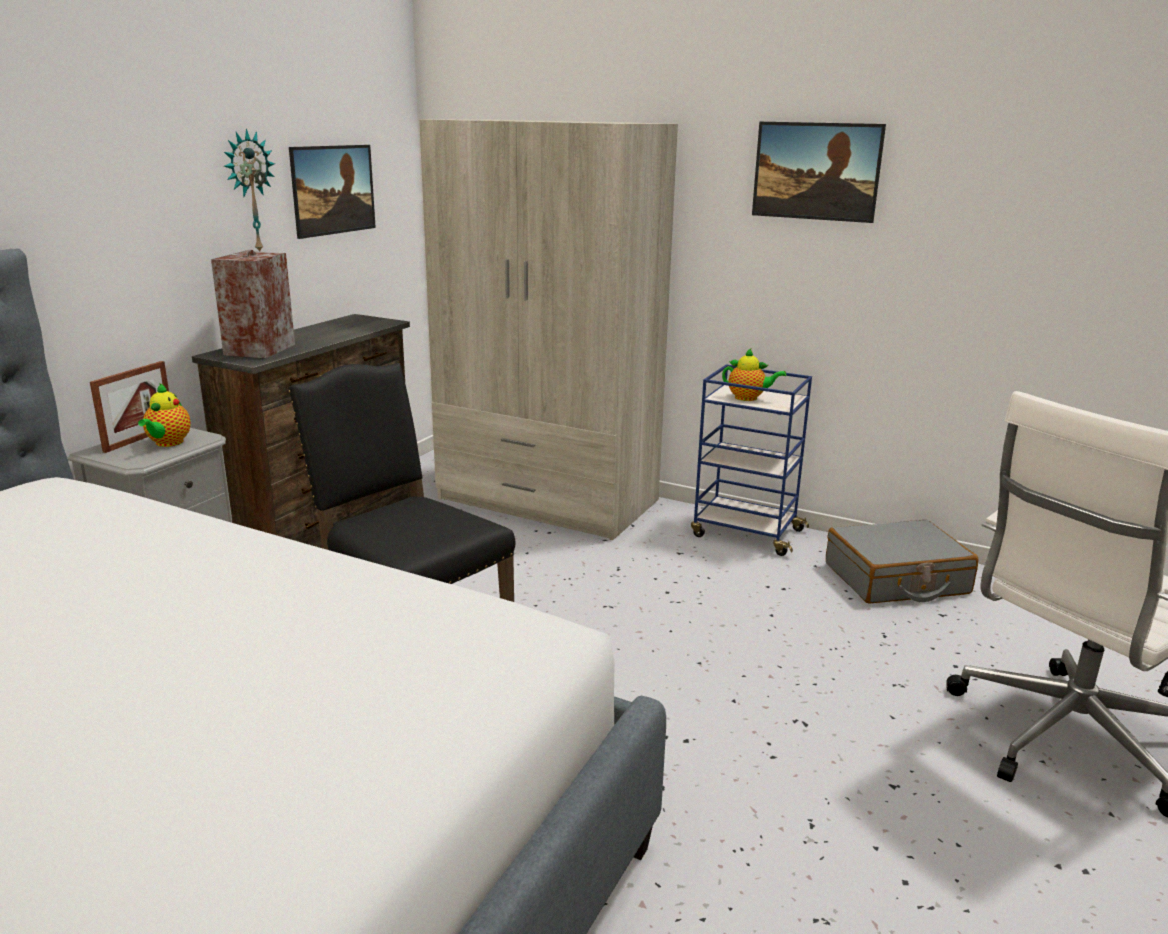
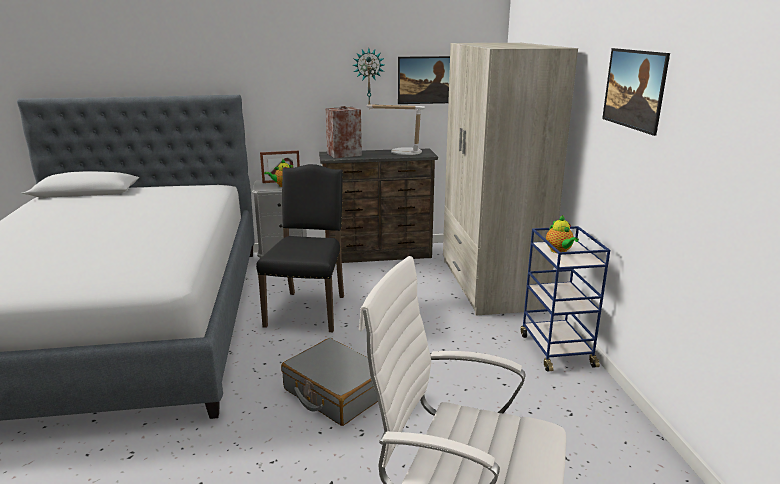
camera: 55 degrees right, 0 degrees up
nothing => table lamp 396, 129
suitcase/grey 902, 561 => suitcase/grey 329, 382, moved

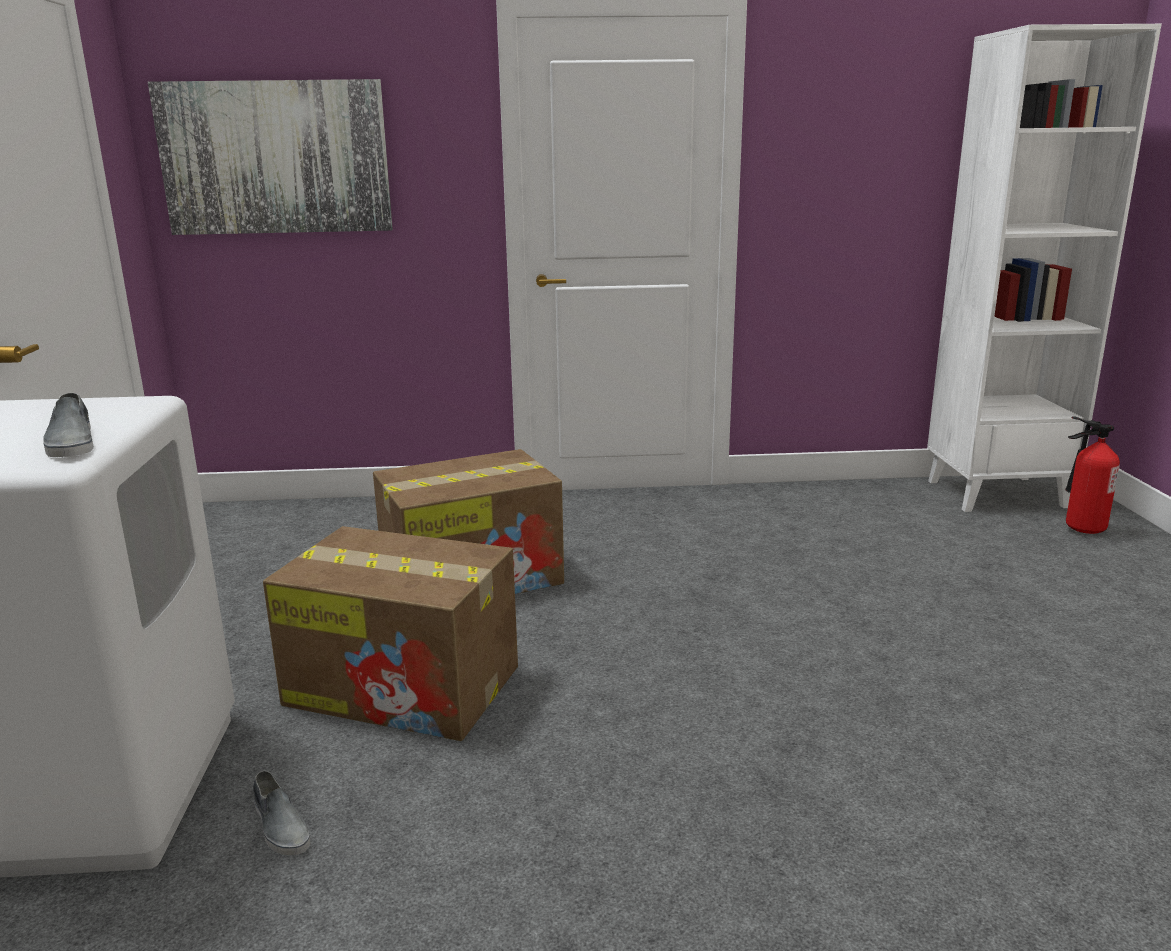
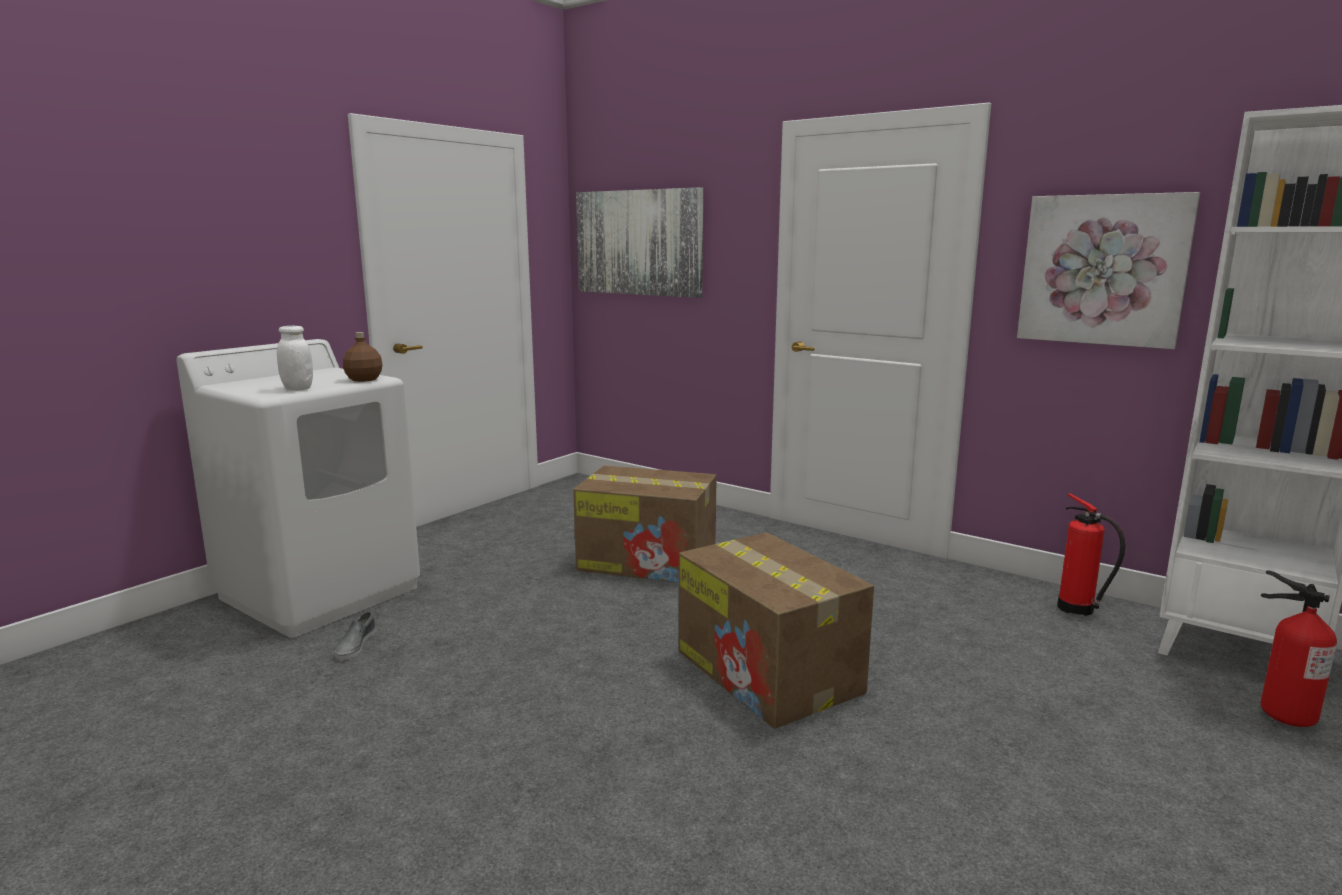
camera: 40 degrees right, 5 degrees down
nothing => bottle/brown 362, 357
nothing => picture 1108, 270
nothing => fire extinguisher 1091, 554
cardboard box 390, 633 => cardboard box 776, 630, moved
shoe/grey 68, 425 => jar/white 295, 358

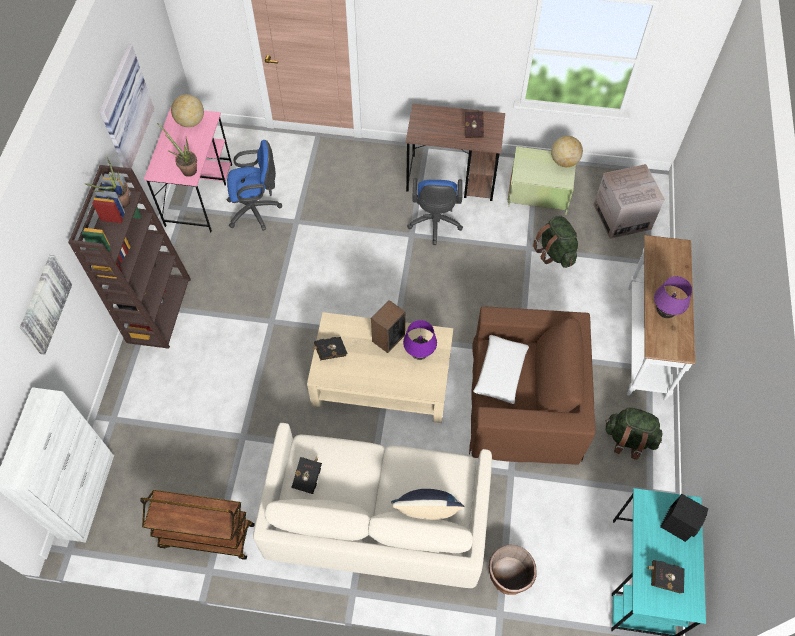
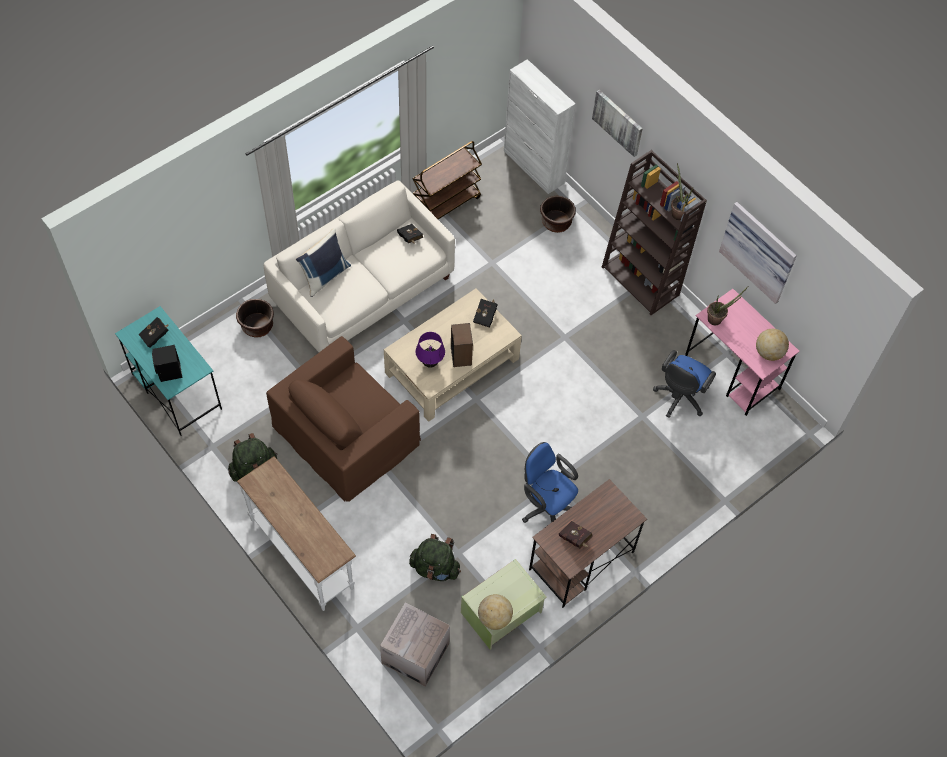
camera: 130 degrees right, 0 degrees up
pillow/white 501, 369 => nothing
table lamp/purple 673, 297 => nothing
nothing => planter/brown 558, 214

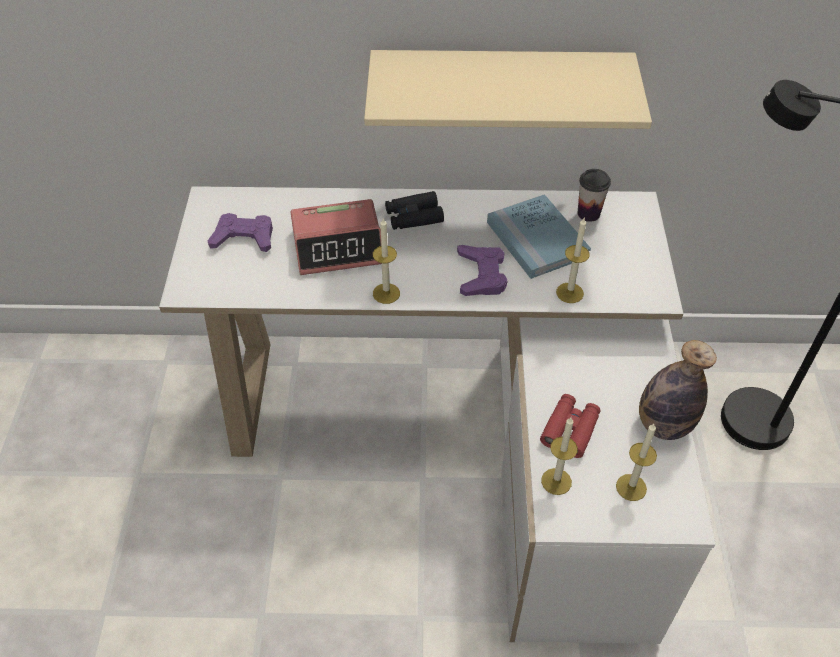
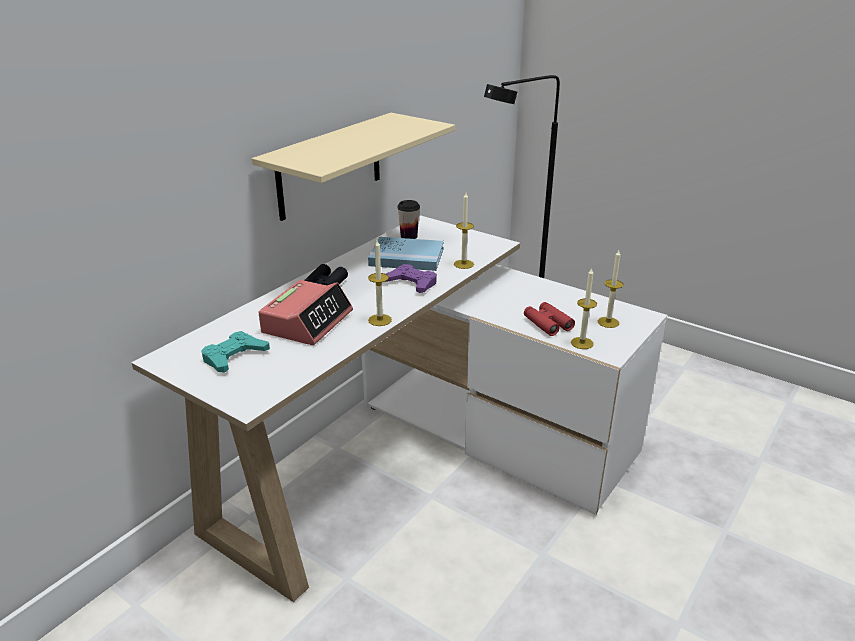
camera: 55 degrees left, 20 degrees down
bottle 678, 390 => nothing
game controller/purple 240, 232 => game controller/turquoise 235, 352

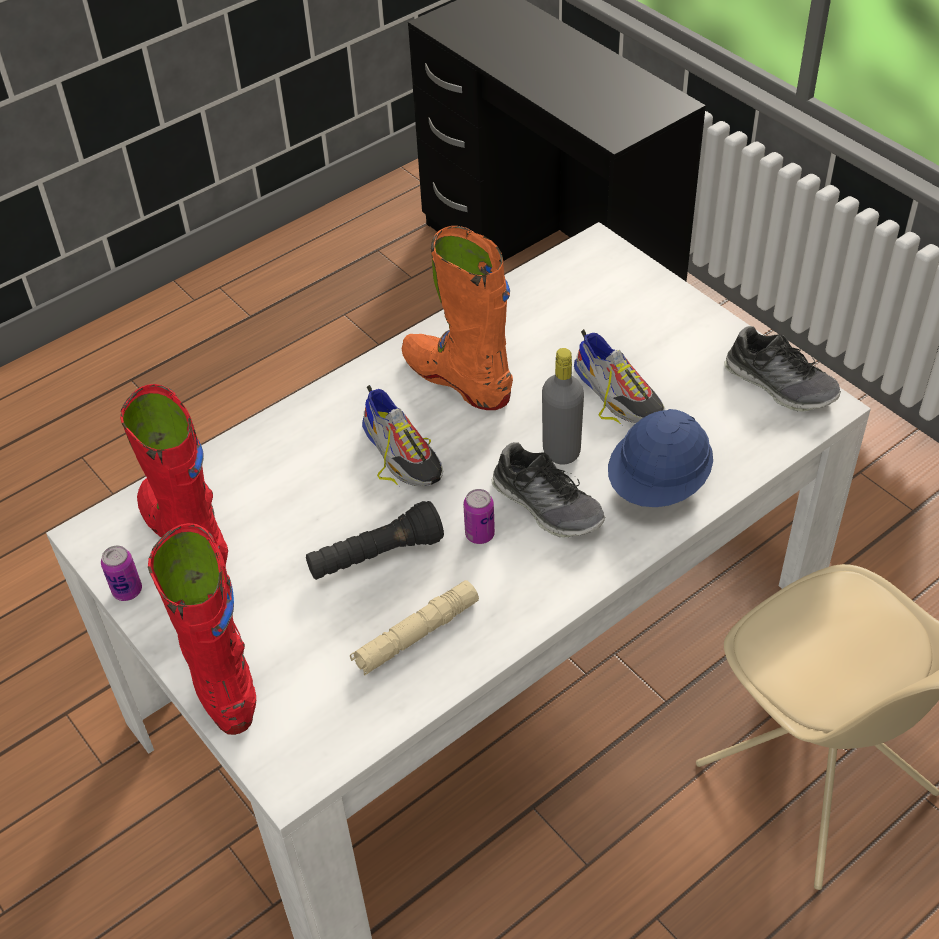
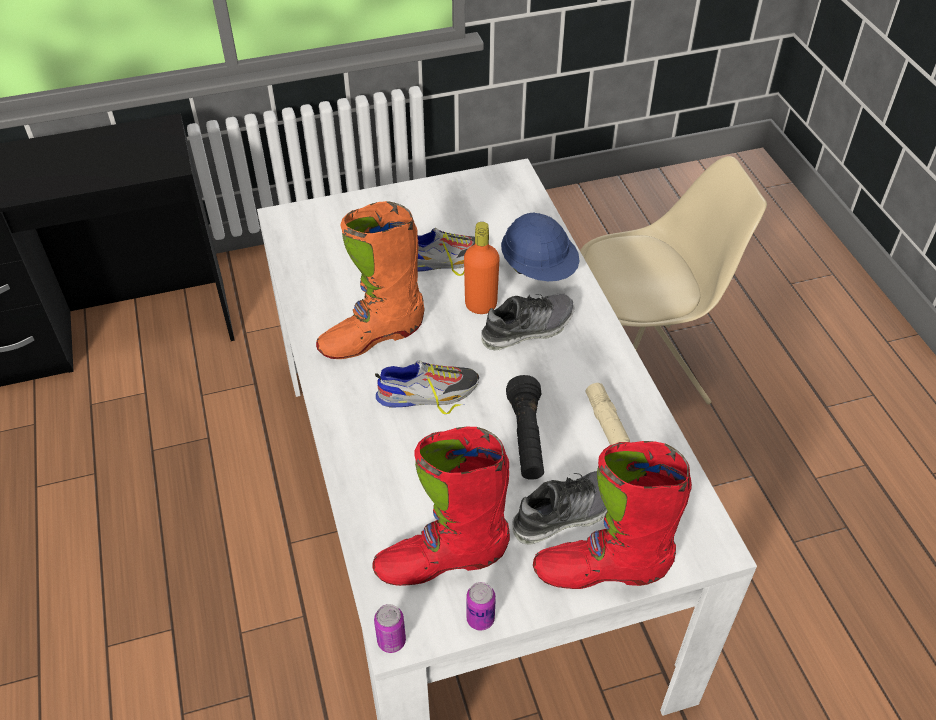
camera: 70 degrees left, 0 degrees up
can 479, 516 => can 390, 628, moved
shoe 782, 369 => shoe 560, 508, moved
bottle/grey 563, 406 => bottle/orange 482, 268

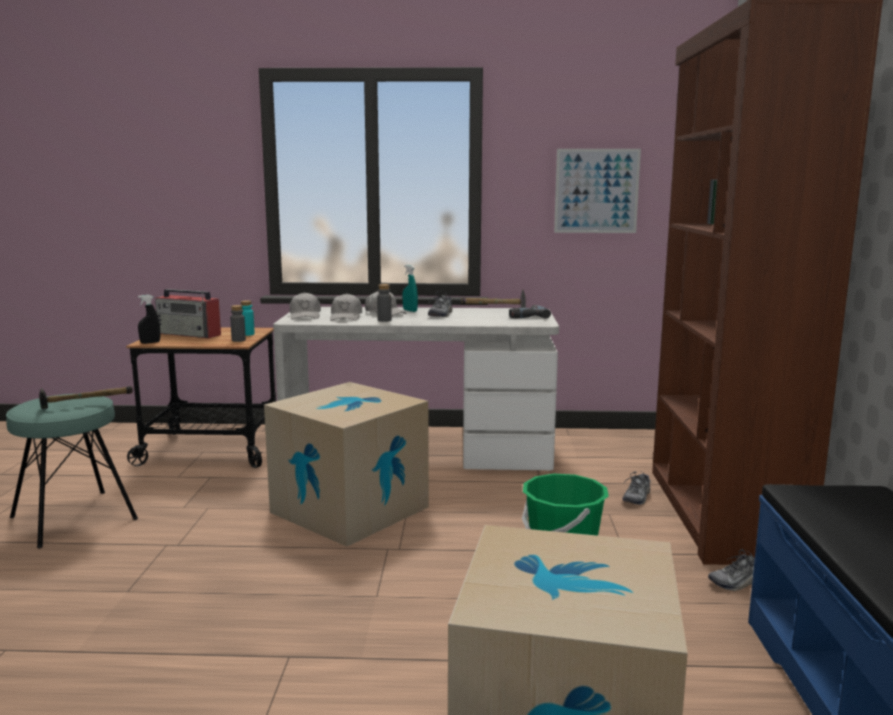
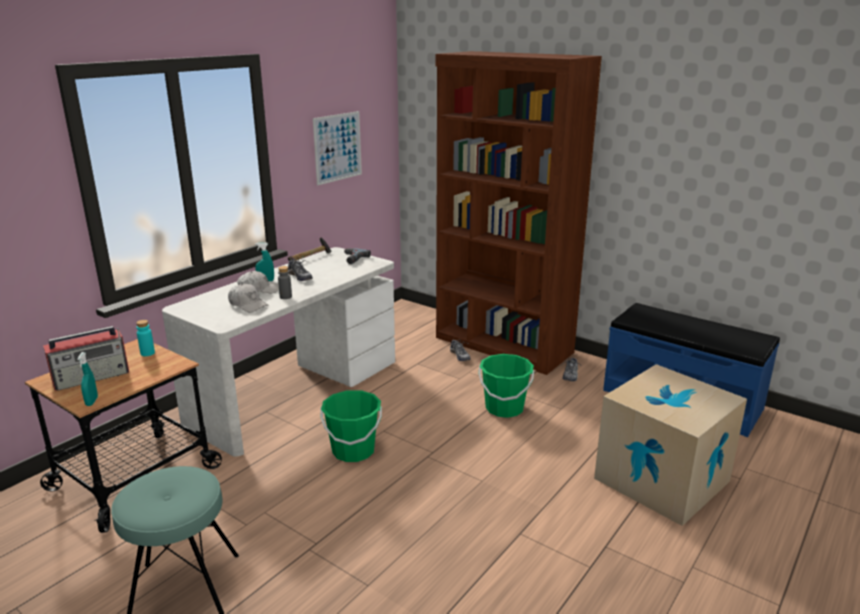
camera: 55 degrees left, 10 degrees up
hammer 86, 397 => nothing
bottle/grey 238, 323 => nothing
cap/white 305, 306 => nothing
cardboard box 346, 464 => bucket/green 351, 426
spray bottle/black 149, 319 => spray bottle/turquoise 87, 379

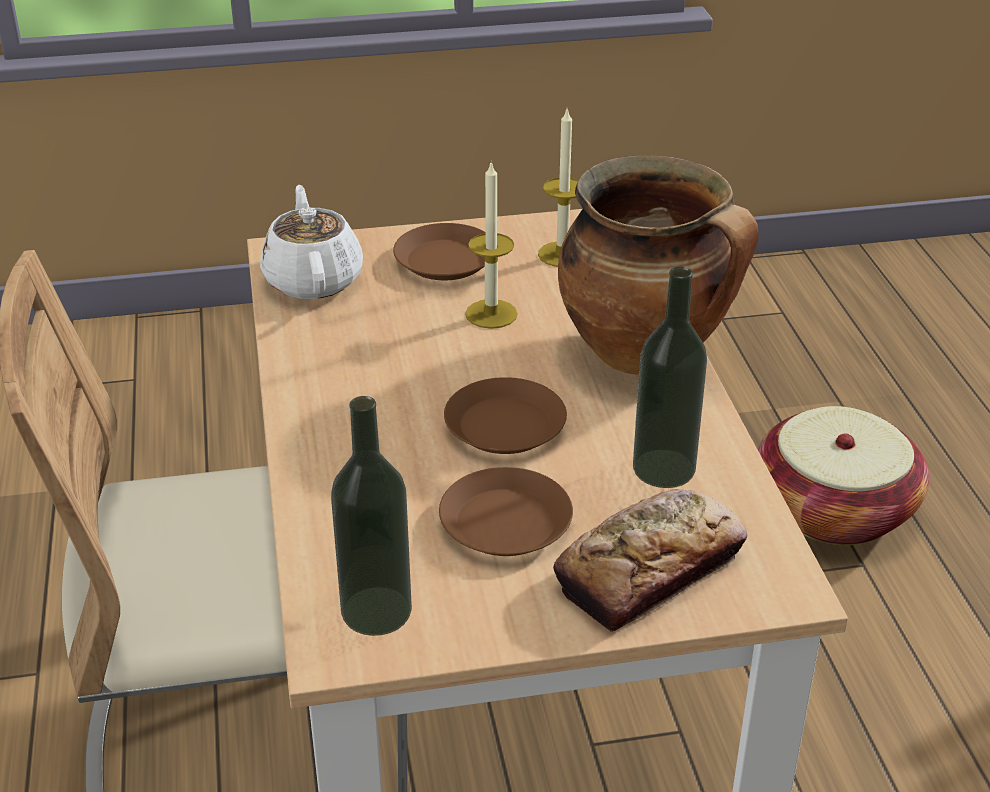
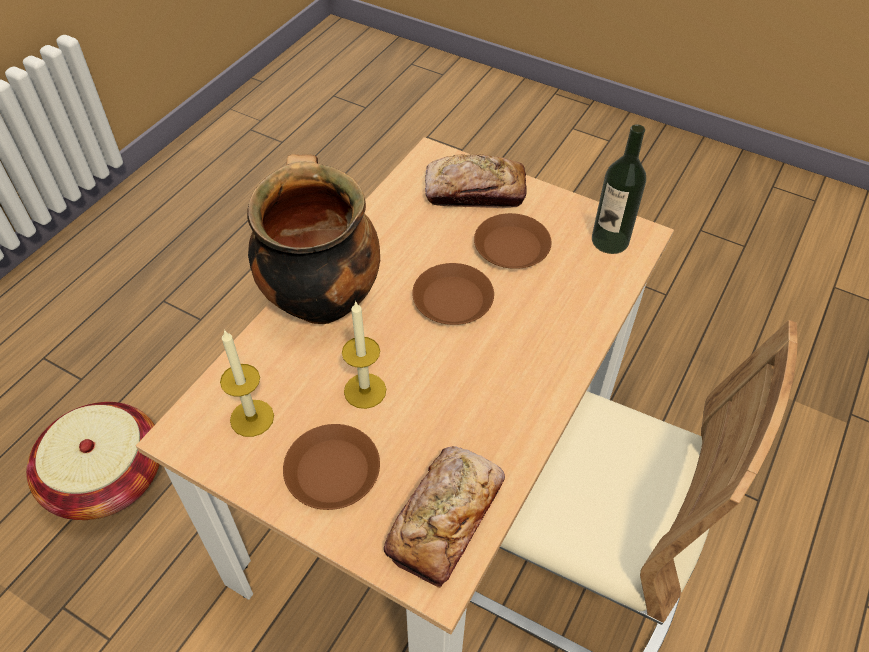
camera: 140 degrees left, 15 degrees up
bottle 670, 377 => nothing
teapot/white 311, 242 => bread 444, 517

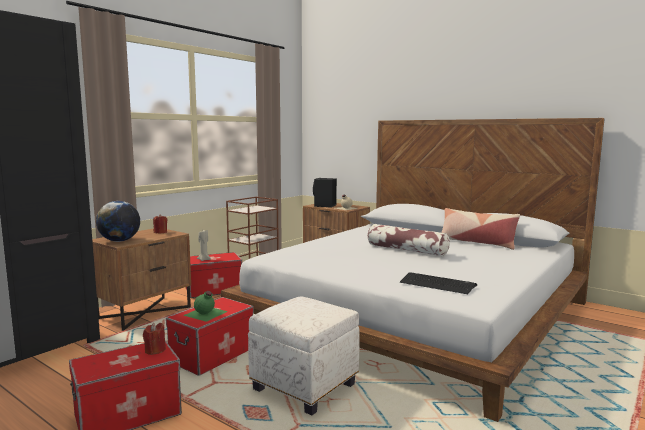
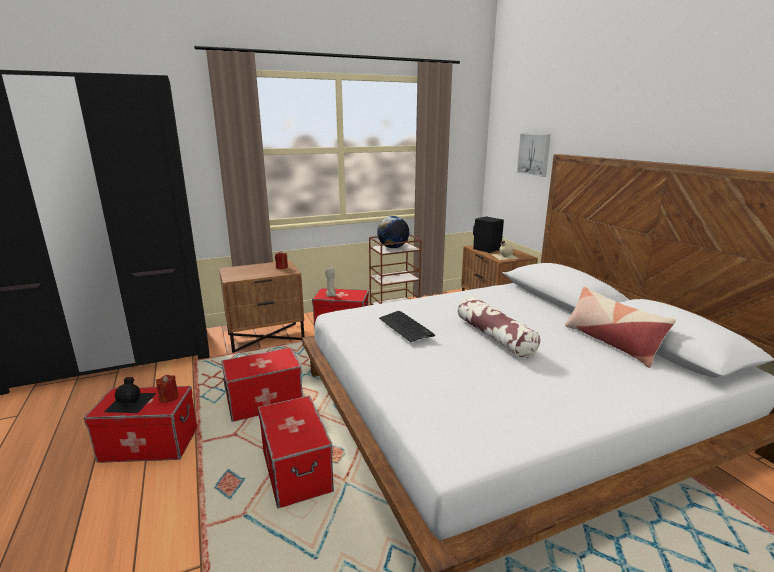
camera: 30 degrees right, 10 degrees up
bottle/green 205, 306 => nothing
nothing => bottle/black 130, 395
nothing => picture 534, 155
globe 118, 221 => globe 393, 232, moved
keyboard 438, 283 => keyboard 407, 326, moved
ottoman/white 304, 356 => storage box 296, 452

